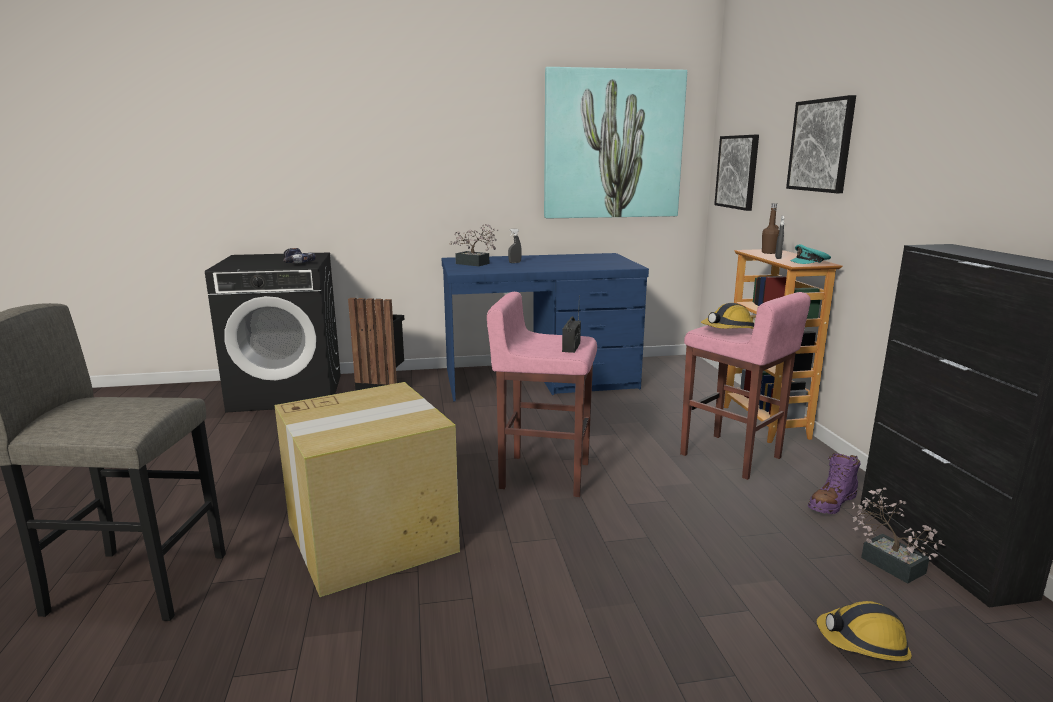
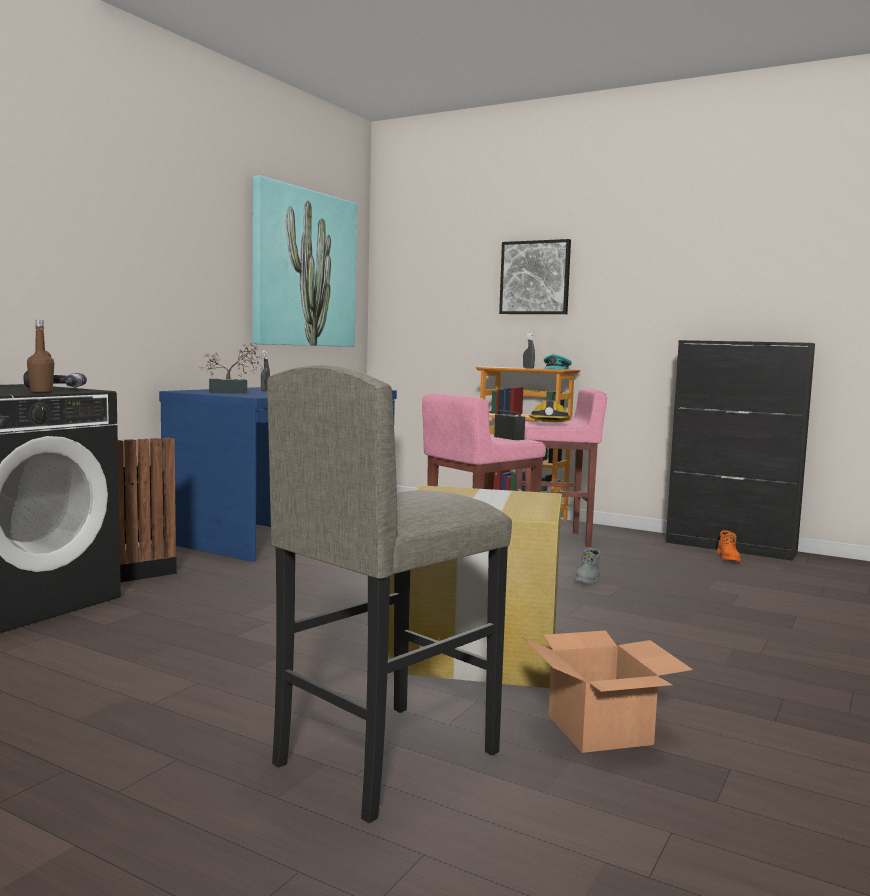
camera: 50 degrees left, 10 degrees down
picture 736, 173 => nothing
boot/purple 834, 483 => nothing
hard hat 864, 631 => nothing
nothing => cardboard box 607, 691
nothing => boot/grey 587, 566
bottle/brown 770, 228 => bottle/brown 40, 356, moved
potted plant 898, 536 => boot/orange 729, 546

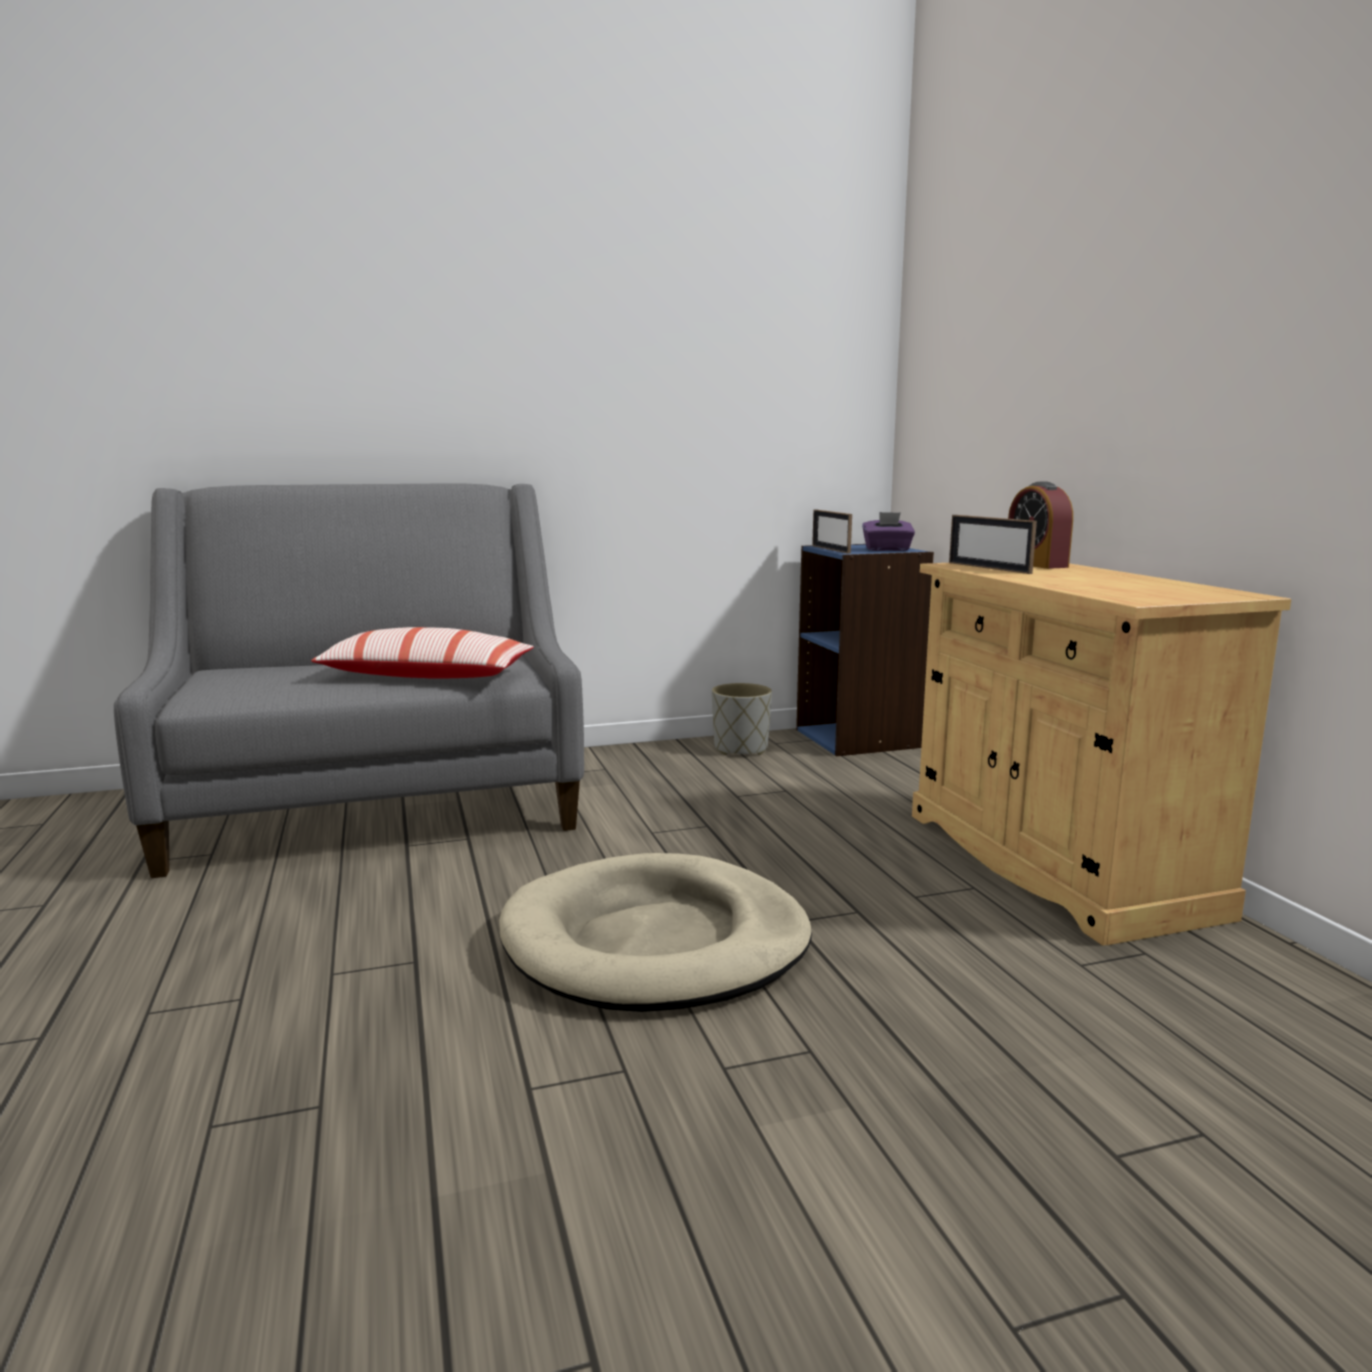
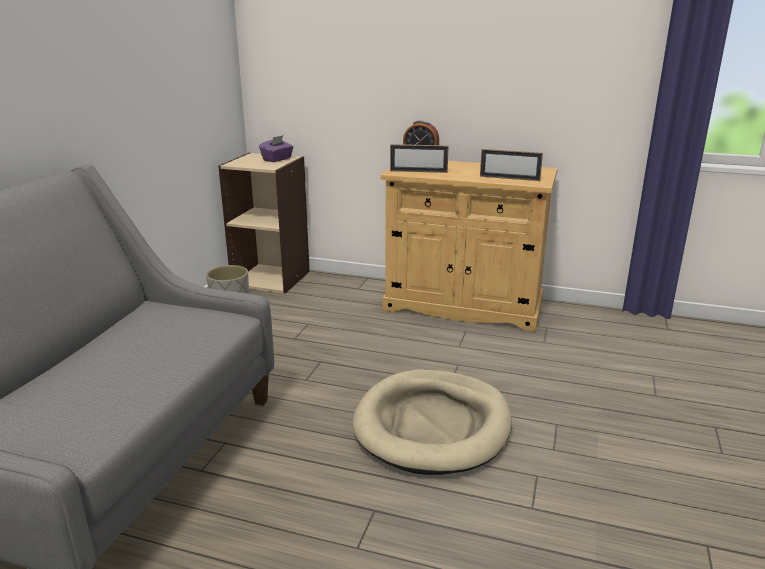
camera: 55 degrees left, 10 degrees up
pillow 422, 653 => nothing
picture frame 832, 532 => picture frame 511, 165, moved
bookcase/blue 865, 650 => bookcase/beige 264, 223

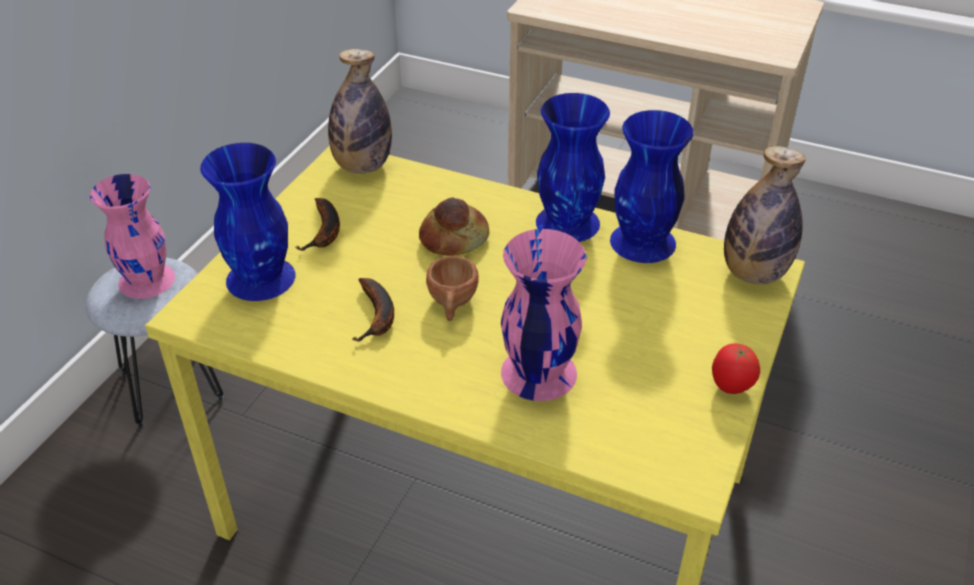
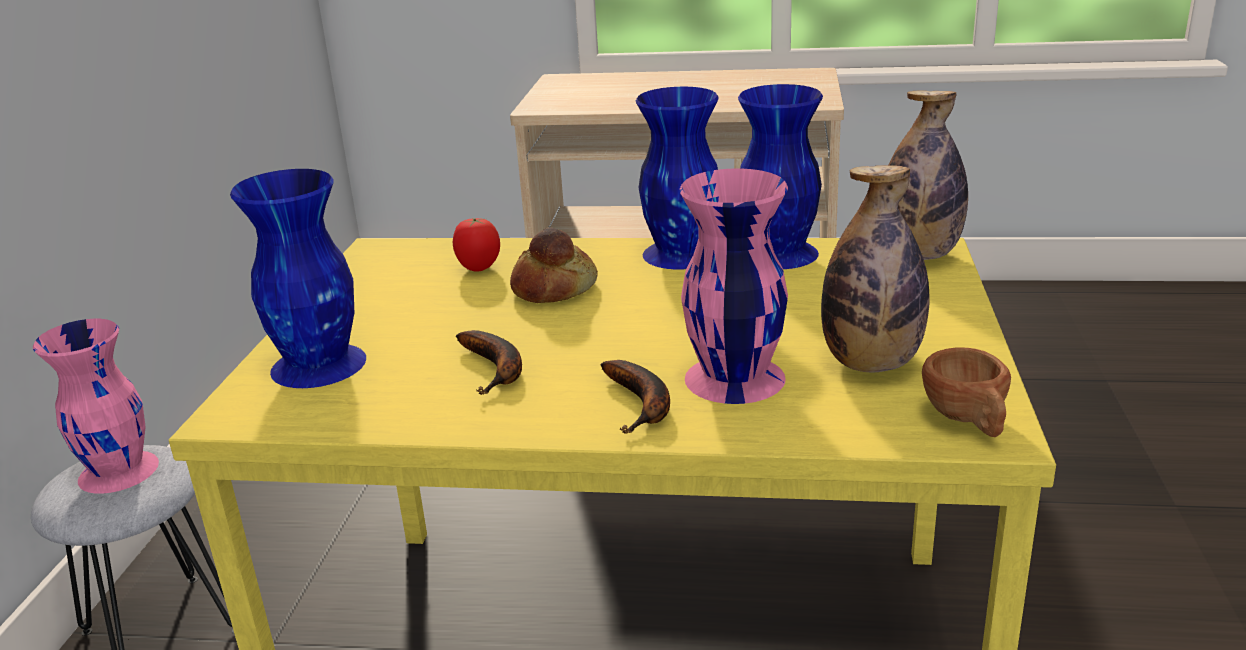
camera: 15 degrees left, 15 degrees down
banana 317, 224 => banana 635, 397, moved
bottle 360, 111 => bottle 875, 269, moved
cup/brown 452, 288 => cup/brown 966, 392, moved
tomato 736, 368 => tomato 476, 245, moved

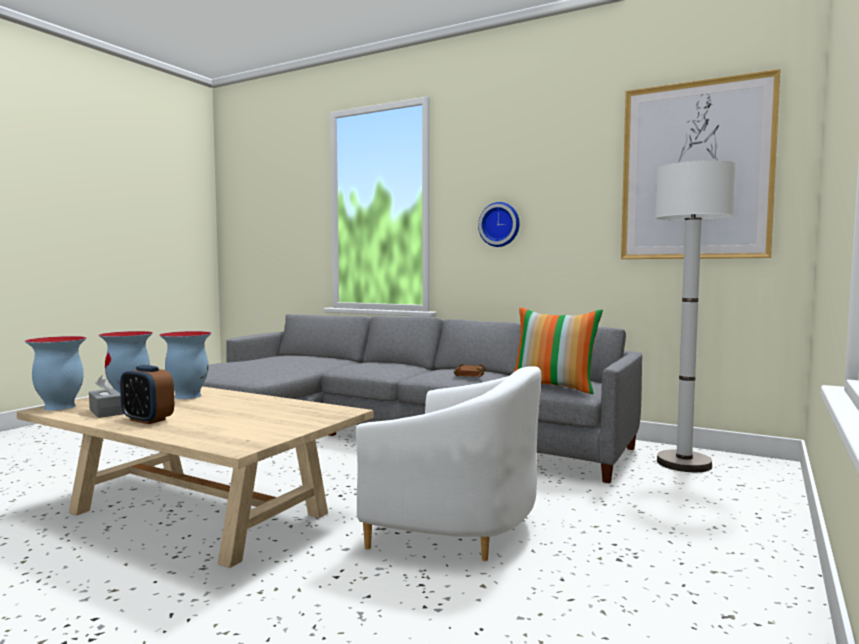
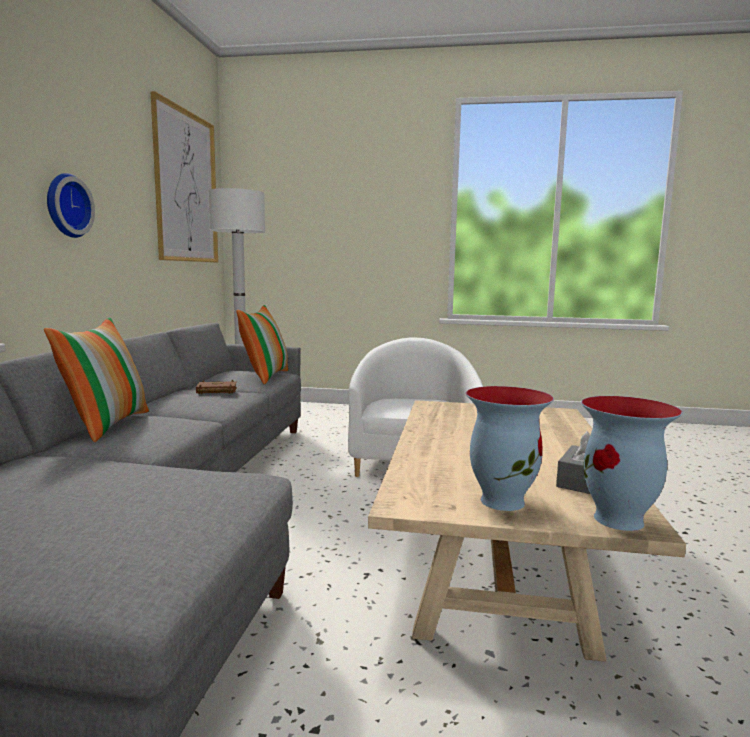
camera: 110 degrees left, 5 degrees up
alarm clock 147, 394 => nothing
vase 185, 365 => nothing
nothing => pillow 96, 379

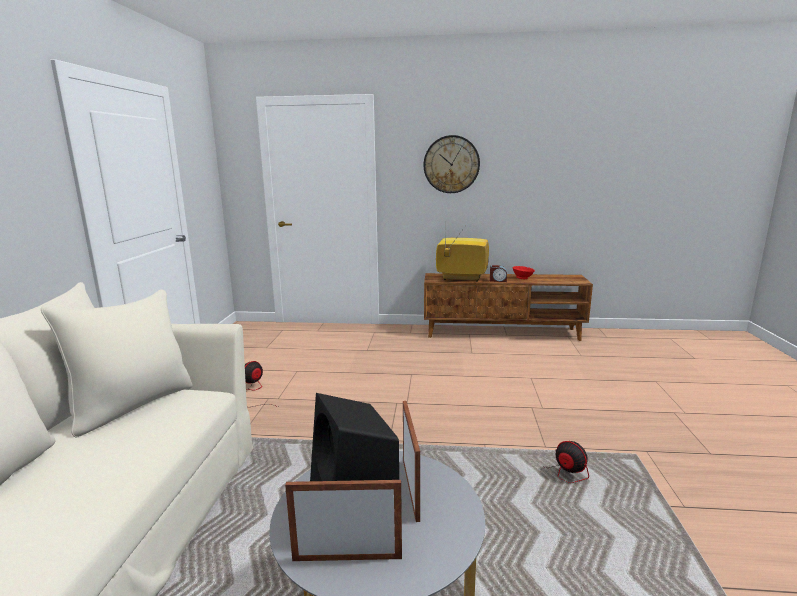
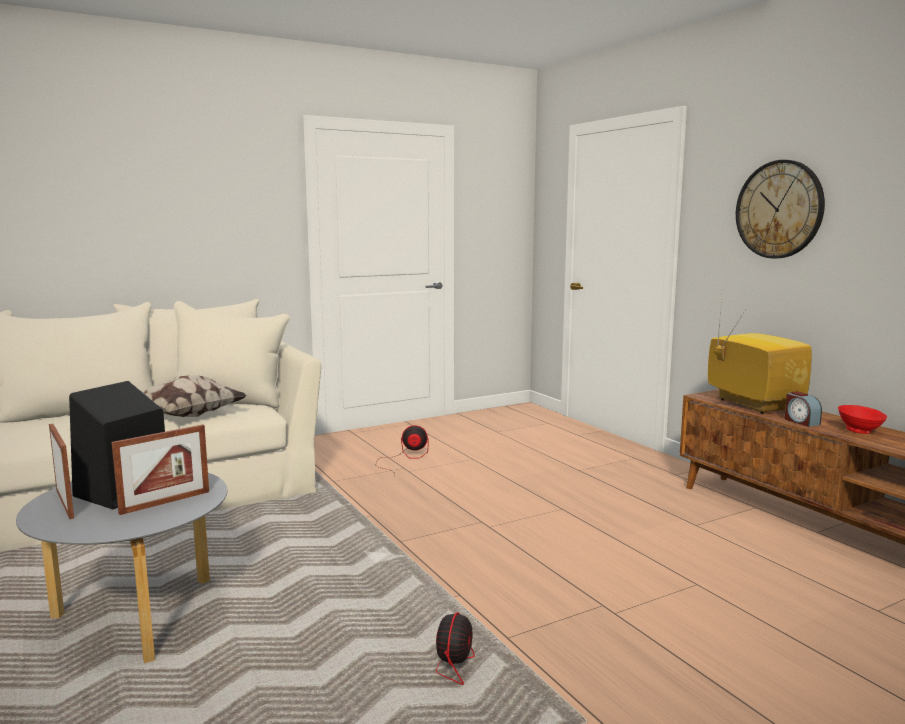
camera: 55 degrees right, 5 degrees down
nothing => pillow 195, 396

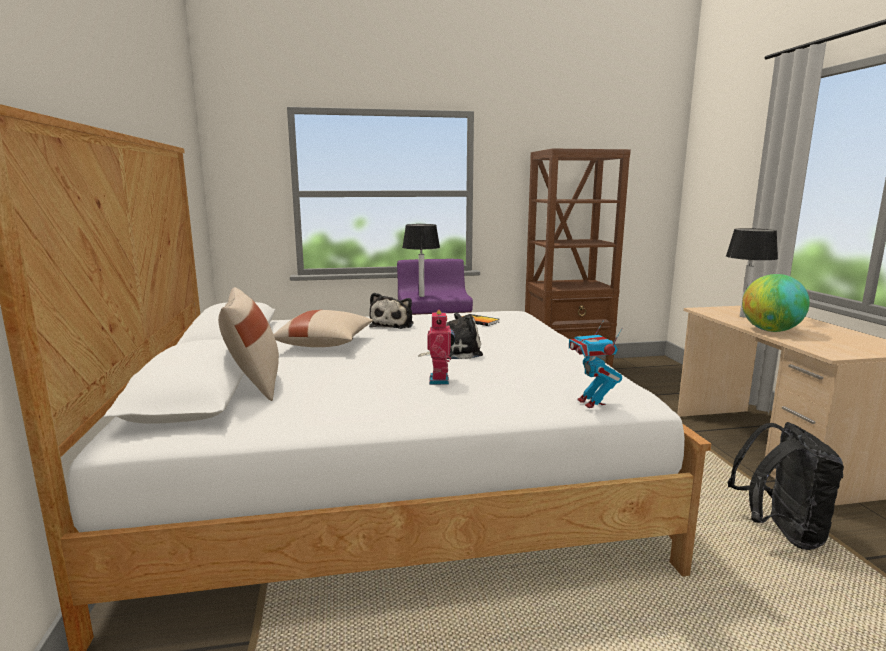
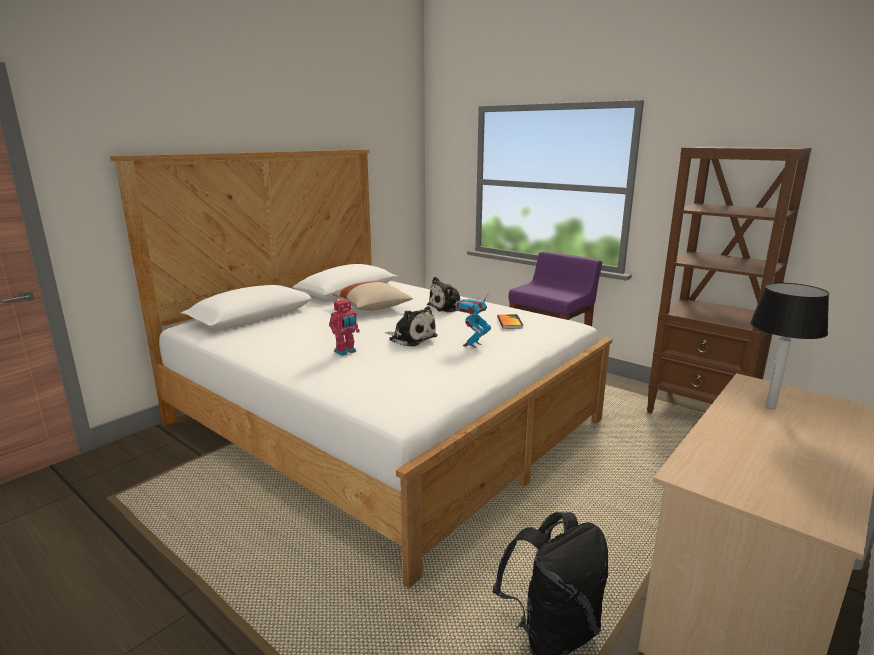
camera: 50 degrees right, 5 degrees up
pillow/beige 248, 344 => nothing
table lamp 421, 260 => nothing
globe 776, 303 => nothing
toy robot 595, 364 => toy robot 473, 320, moved

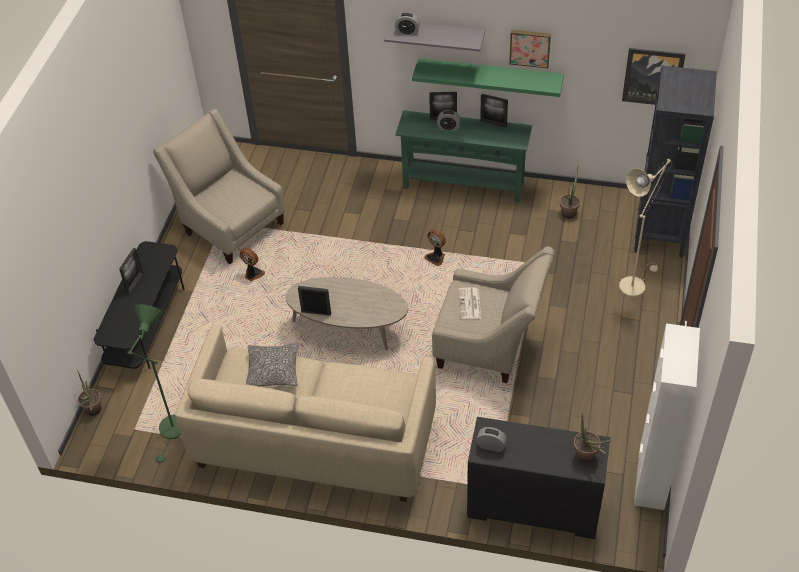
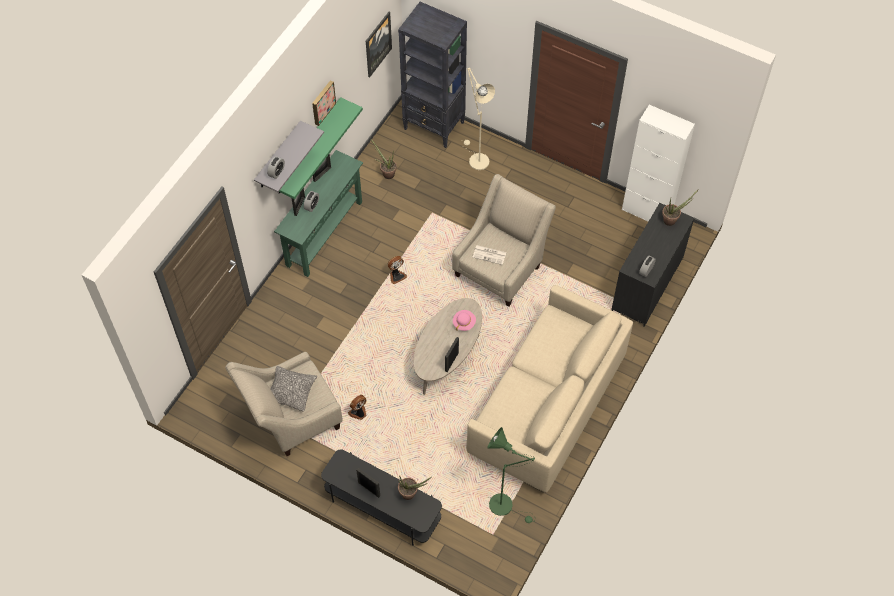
camera: 75 degrees left, 10 degrees up
nothing => hat/pink 464, 320
potted plant 89, 393 => potted plant 414, 487, moved
pillow 272, 365 => pillow 294, 388, moved

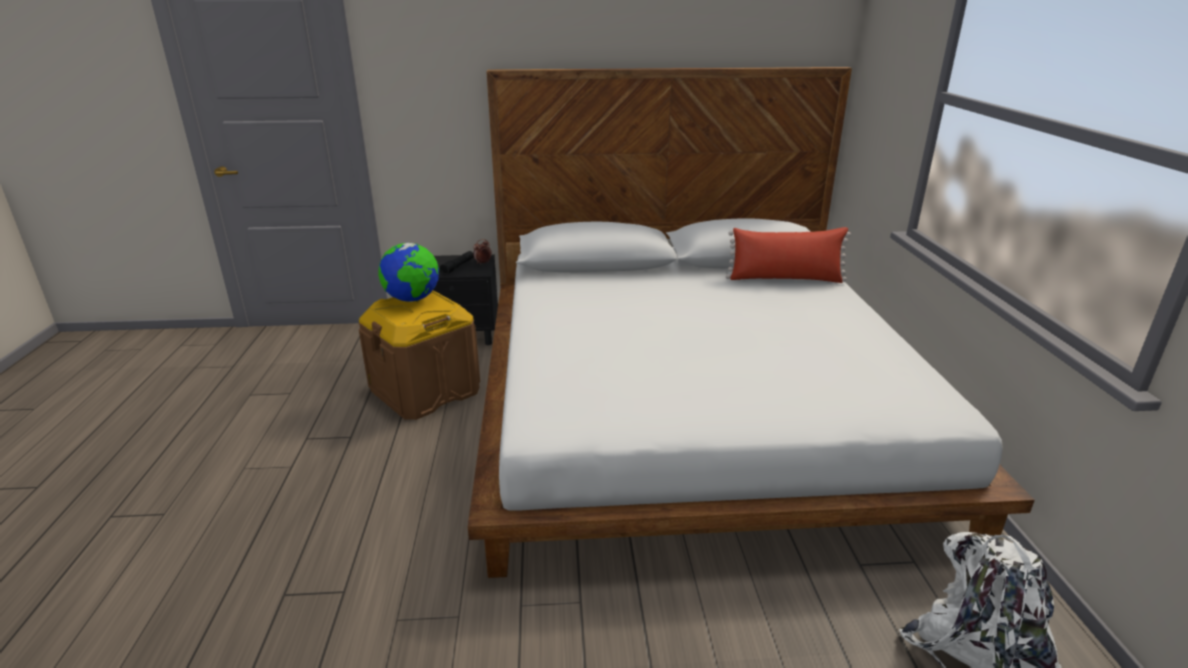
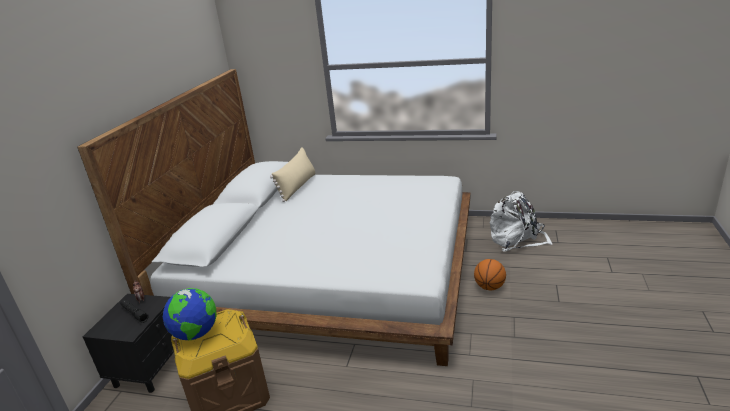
camera: 70 degrees left, 0 degrees up
nothing => basketball 490, 274
pillow/red 788, 255 => pillow/beige 292, 174

